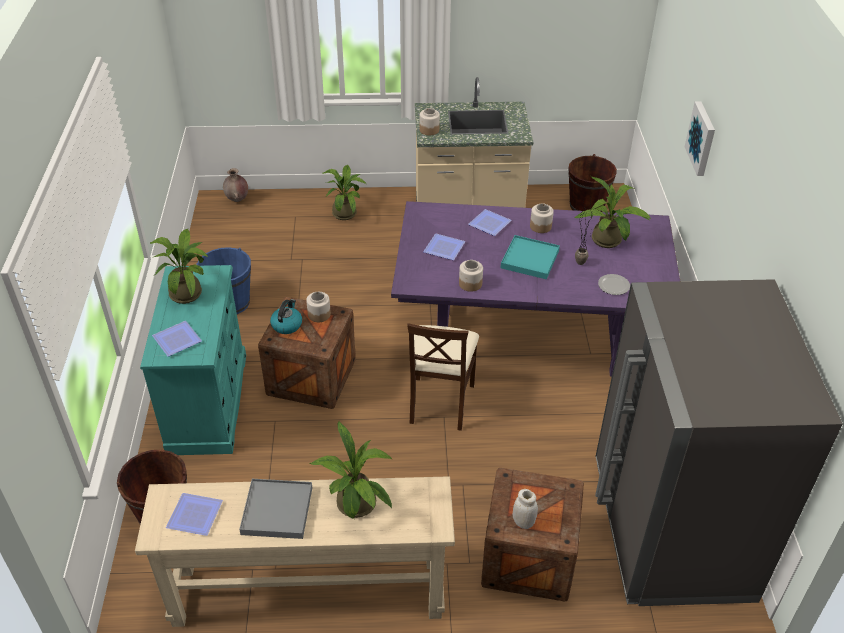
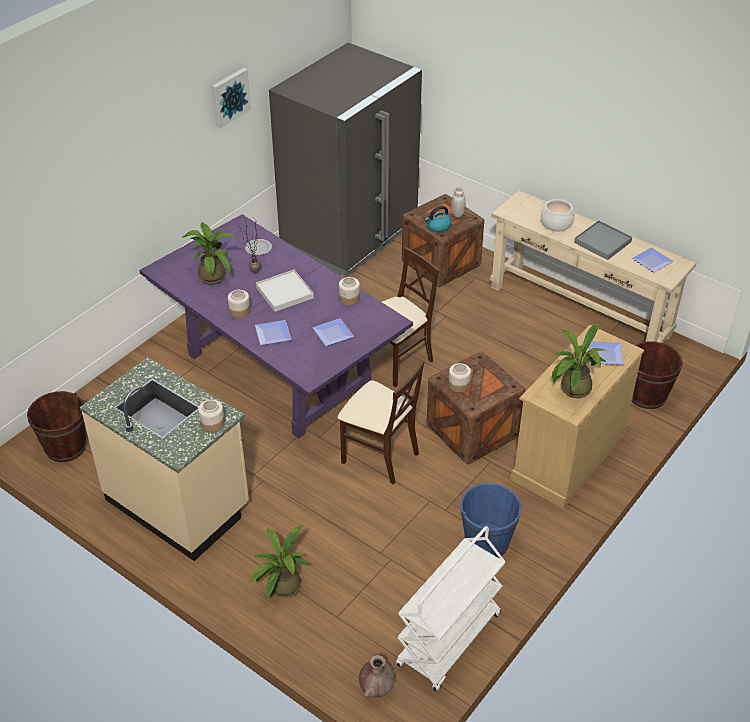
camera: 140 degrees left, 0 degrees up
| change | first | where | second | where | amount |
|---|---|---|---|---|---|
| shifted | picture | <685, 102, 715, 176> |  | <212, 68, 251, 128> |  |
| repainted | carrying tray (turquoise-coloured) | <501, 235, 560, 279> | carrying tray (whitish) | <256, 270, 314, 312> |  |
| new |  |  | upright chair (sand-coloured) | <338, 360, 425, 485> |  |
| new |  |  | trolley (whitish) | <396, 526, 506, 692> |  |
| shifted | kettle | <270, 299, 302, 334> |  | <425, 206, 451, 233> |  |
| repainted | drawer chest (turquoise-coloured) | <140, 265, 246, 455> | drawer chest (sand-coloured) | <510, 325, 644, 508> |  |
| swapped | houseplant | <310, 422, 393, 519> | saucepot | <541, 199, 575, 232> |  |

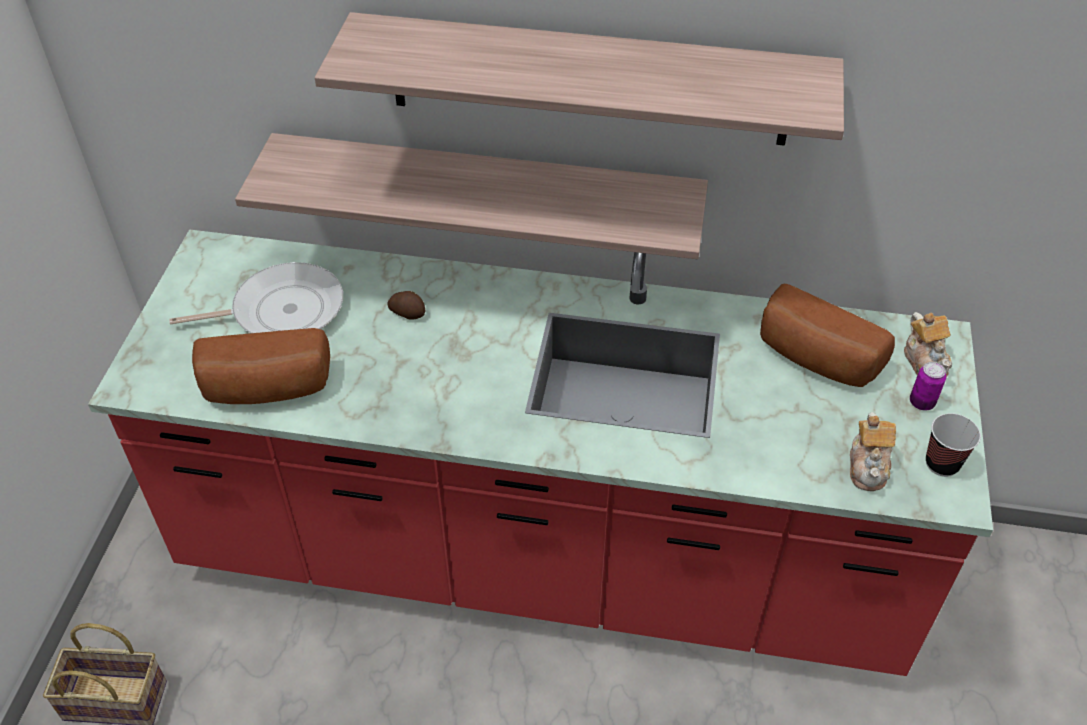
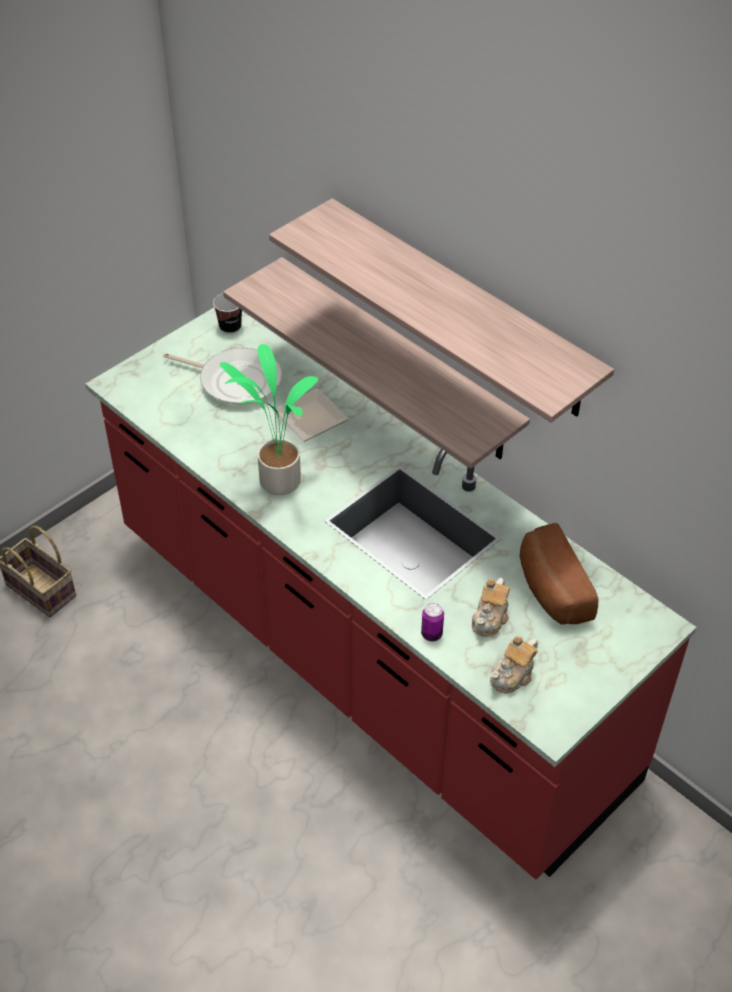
camera: 35 degrees right, 0 degrees up
| change | first | where | second | where | amount |
|---|---|---|---|---|---|
| shifted | drinking cup | <926, 413, 981, 477> |  | <213, 293, 242, 334> |  |
| new |  |  | houseplant | <220, 344, 318, 495> |  |
| swapped | spud | <387, 291, 425, 320> | flat dish | <273, 389, 349, 442> |  |
| shifted | can | <910, 362, 946, 411> |  | <421, 603, 444, 641> |  |
| shifted | teapot | <904, 312, 952, 378> |  | <472, 578, 510, 637> |  |
| gone | baked bread | <192, 328, 330, 404> |  |  |  |

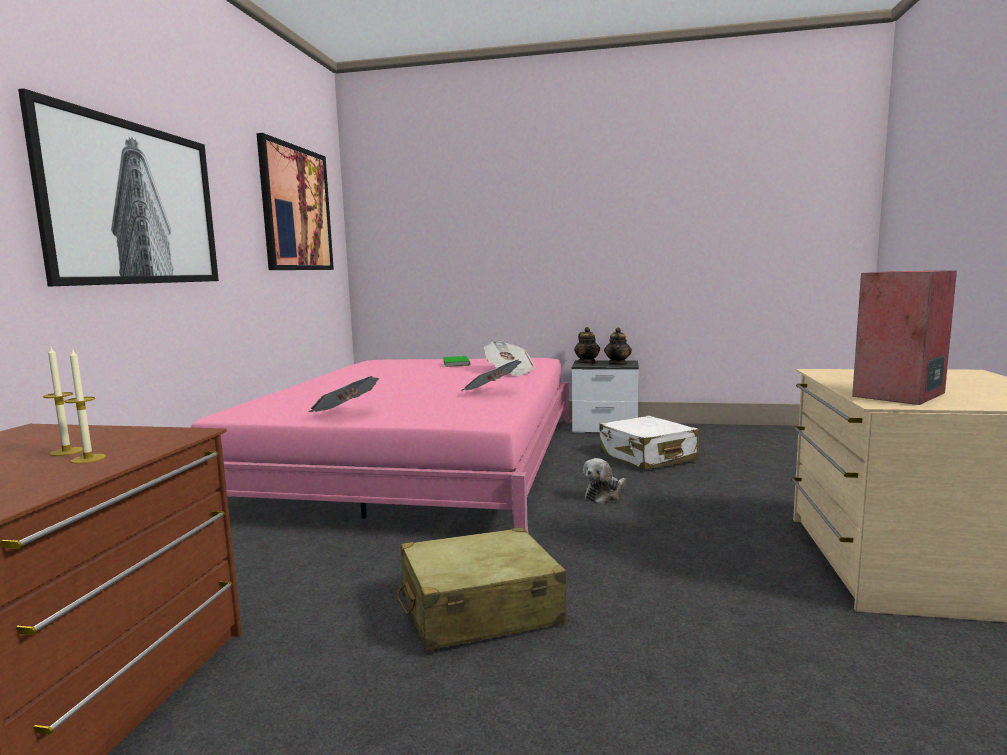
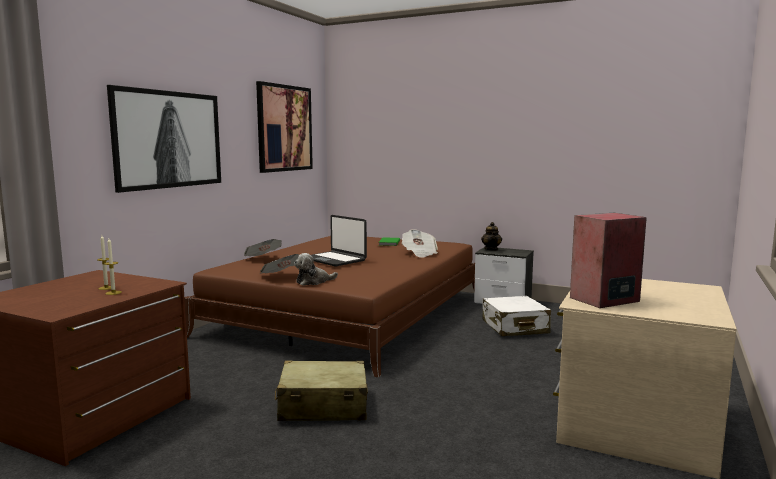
camera: 15 degrees right, 0 degrees up
| change | first | where | second | where | amount |
|---|---|---|---|---|---|
| repainted | bed (pink-coloured) | <191, 358, 571, 534> | bed (brownish) | <184, 236, 475, 378> |  |
| shifted | daily paper | <462, 359, 522, 391> |  | <244, 239, 282, 256> |  |
| shifted | soft toy | <583, 458, 626, 504> |  | <294, 253, 338, 286> |  |
| new |  |  | laptop | <311, 215, 367, 267> |  |
| gone | teapot | <604, 328, 632, 365> |  |  |  |

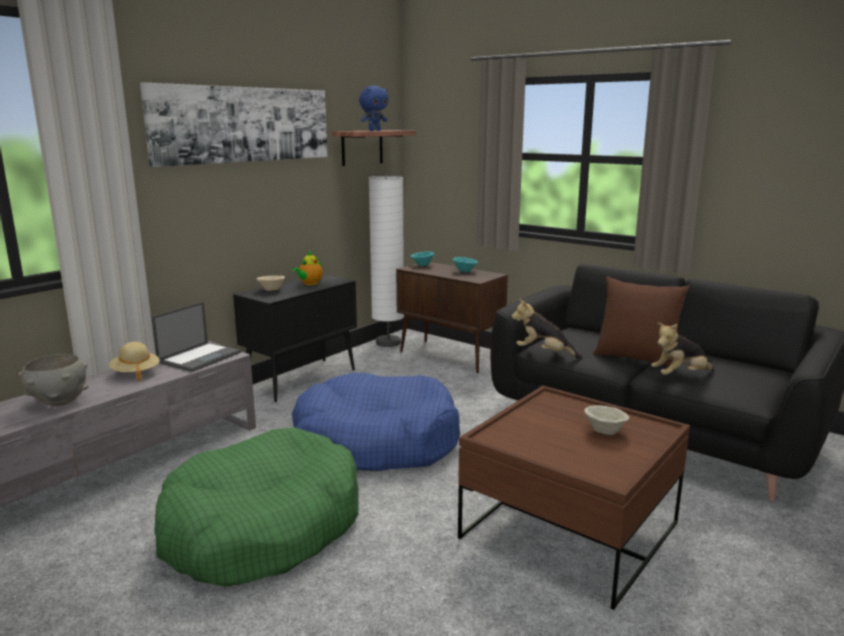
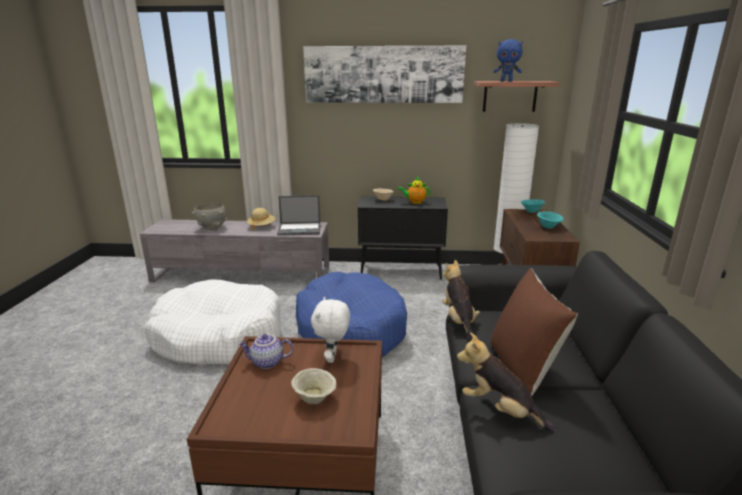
camera: 55 degrees right, 5 degrees up
| change | first | where | second | where | amount |
|---|---|---|---|---|---|
| repainted | dog bed (green-coloured) | <154, 427, 359, 586> | dog bed (whitish) | <145, 279, 281, 365> |  |
| new |  |  | teapot | <238, 334, 294, 369> |  |
| new |  |  | soft toy (whitish) | <311, 296, 350, 363> |  |

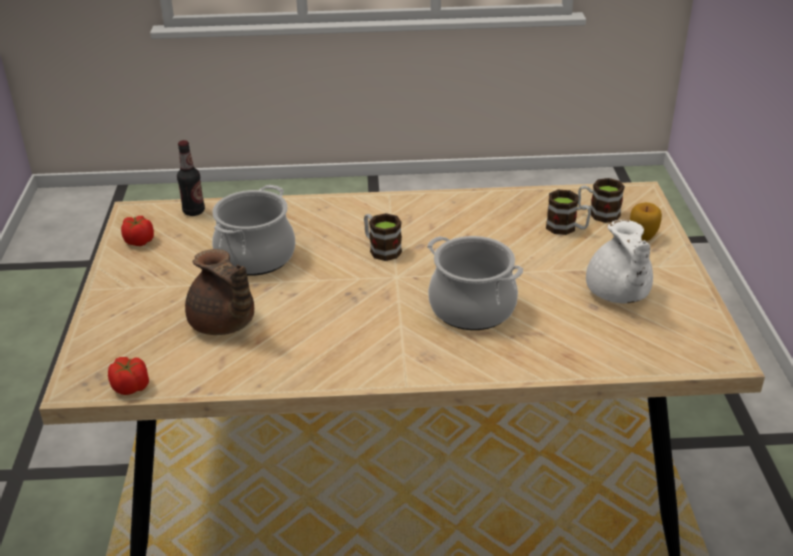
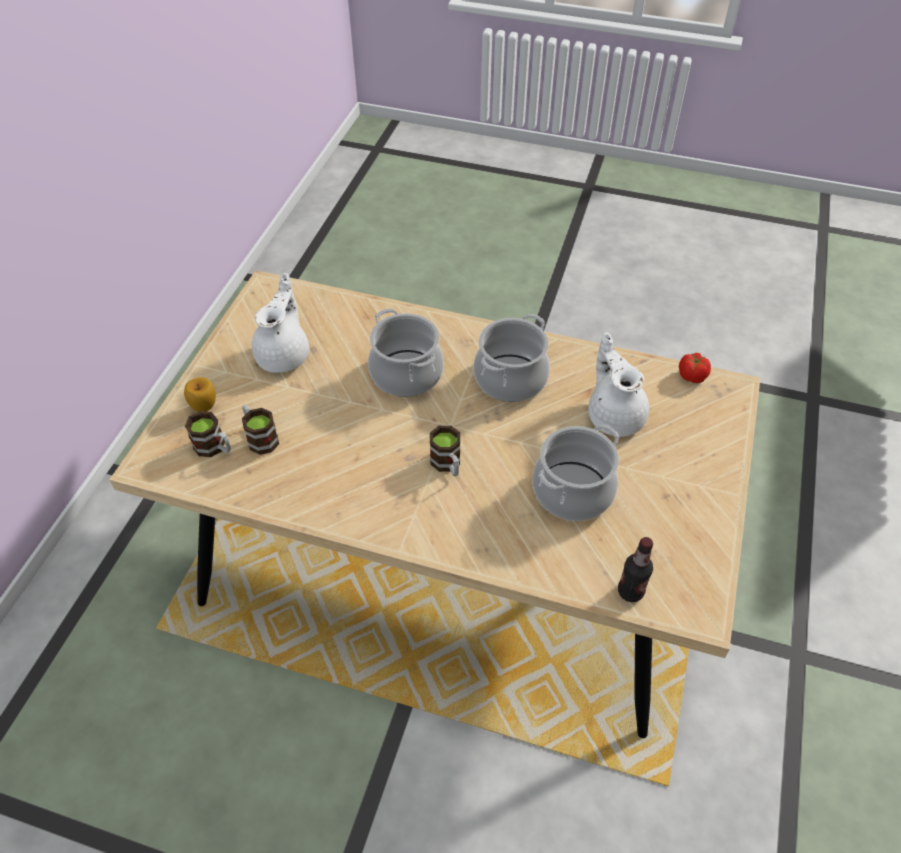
camera: 160 degrees left, 15 degrees up
| change | first | where | second | where | amount |
|---|---|---|---|---|---|
| new |  |  | saucepot | <473, 314, 550, 402> |  |
| repainted | teapot (brownish) | <185, 249, 254, 335> | teapot (whitish) | <588, 332, 649, 437> |  |
| gone | whole tomato | <121, 216, 154, 246> |  |  |  |

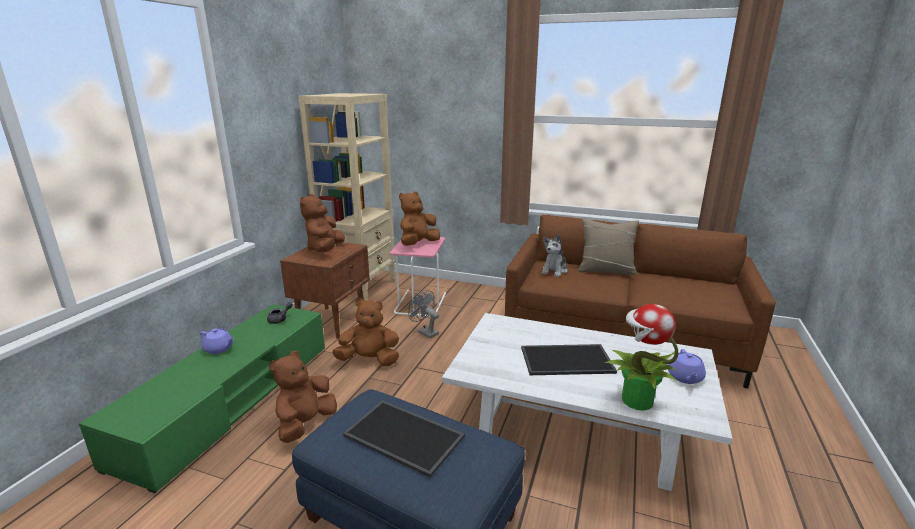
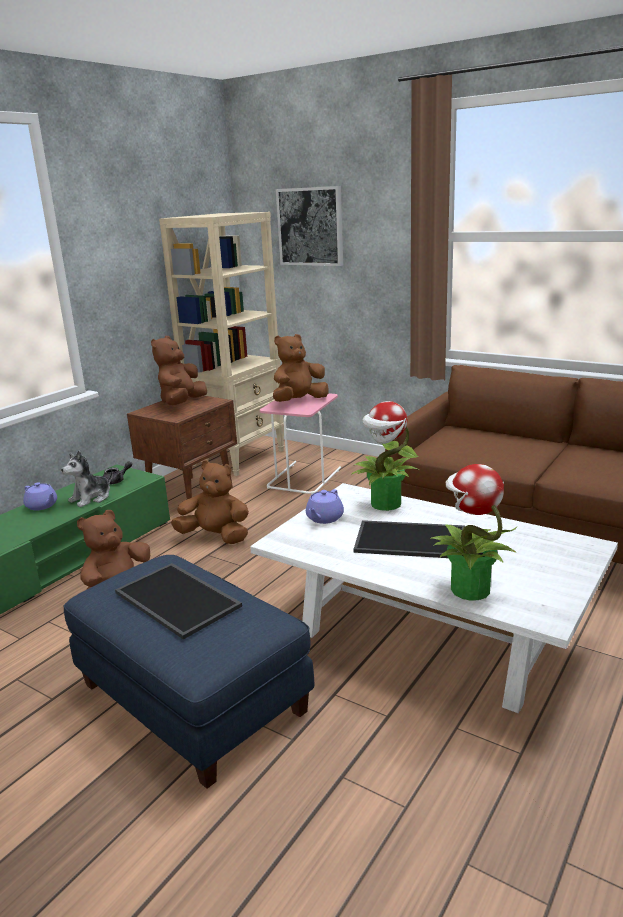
camera: 15 degrees right, 0 degrees up
| change | first | where | second | where | amount |
|---|---|---|---|---|---|
| shifted | soft toy | <542, 234, 568, 277> |  | <61, 450, 113, 507> |  |
| new |  |  | picture | <276, 186, 343, 266> |  |
| shifted | teapot (purplish) | <668, 349, 706, 384> |  | <306, 489, 344, 524> |  |
| new |  |  | houseplant | <351, 401, 419, 511> |  |
| gone | cooling fan (gray) | <408, 290, 439, 338> |  |  |  |
| gone | cushion (sand-coloured) | <578, 218, 639, 275> |  |  |  |

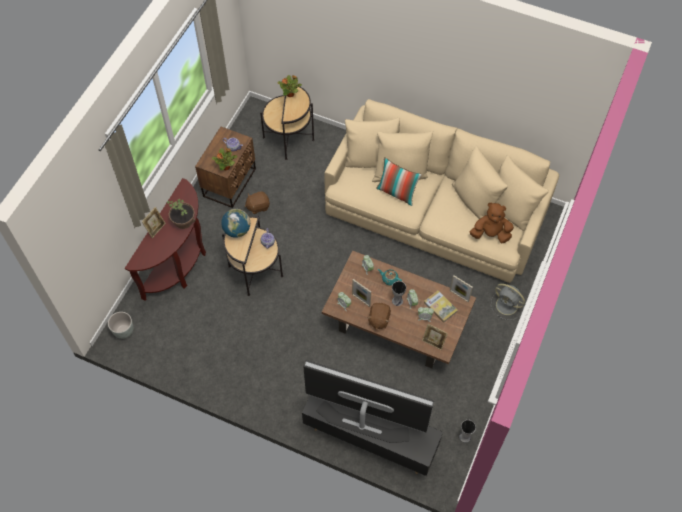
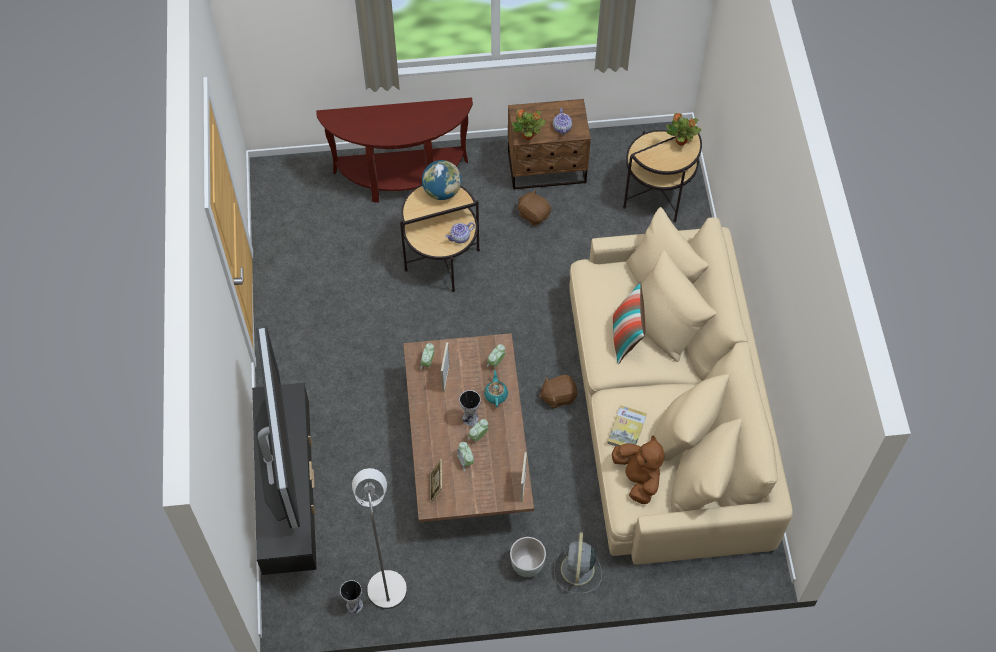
camera: 60 degrees right, 0 degrees up
| change | first | where | second | where | amount |
|---|---|---|---|---|---|
| new |  |  | standard lamp (gray) | <352, 468, 407, 609> |  |
| shifted | plant pot (gray) | <108, 312, 133, 339> |  | <510, 537, 546, 577> |  |
| shifted | soft toy (brownish) | <367, 303, 391, 330> |  | <539, 375, 578, 409> |  |
| shifted | book | <424, 291, 458, 323> |  | <607, 405, 647, 446> |  |
| gone | photo frame | <142, 207, 166, 238> |  |  |  |
| gone | houseplant | <167, 198, 195, 229> |  |  |  |

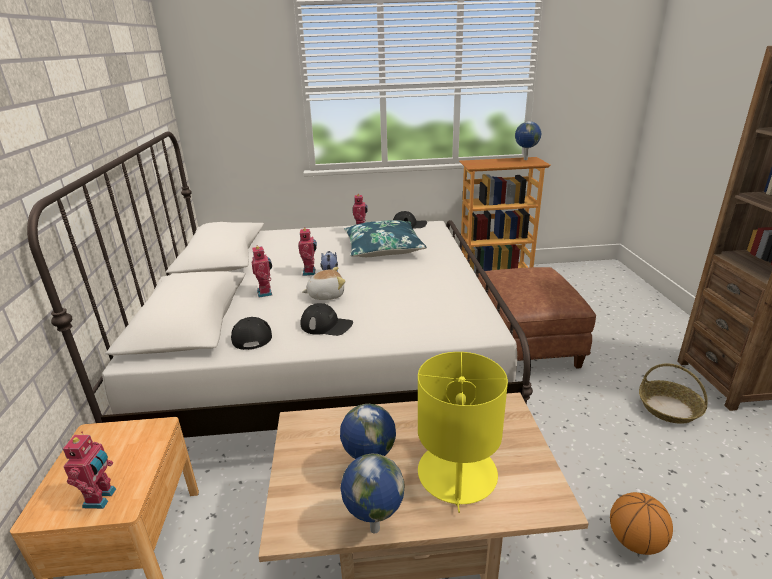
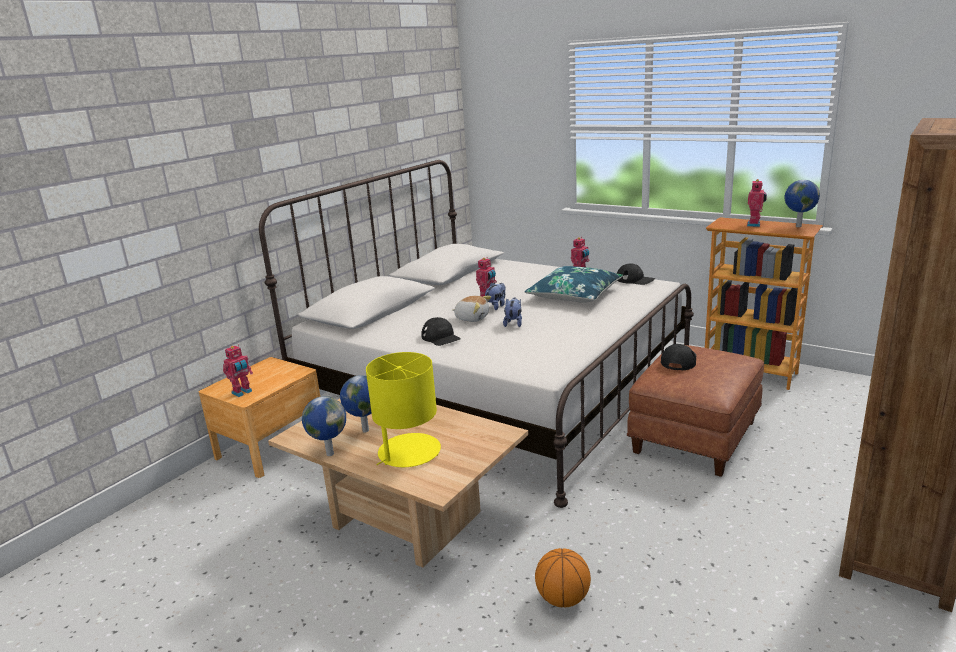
camera: 40 degrees right, 5 degrees down
| change | first | where | second | where | amount |
|---|---|---|---|---|---|
| new |  |  | soft toy | <503, 297, 522, 327> |  |
| shifted | peaked cap (blackish) | <231, 317, 272, 350> |  | <661, 344, 697, 370> |  |
| shifted | toy robot | <252, 246, 272, 298> |  | <747, 179, 767, 227> |  |
| gone | household basket | <639, 363, 708, 424> |  |  |  |

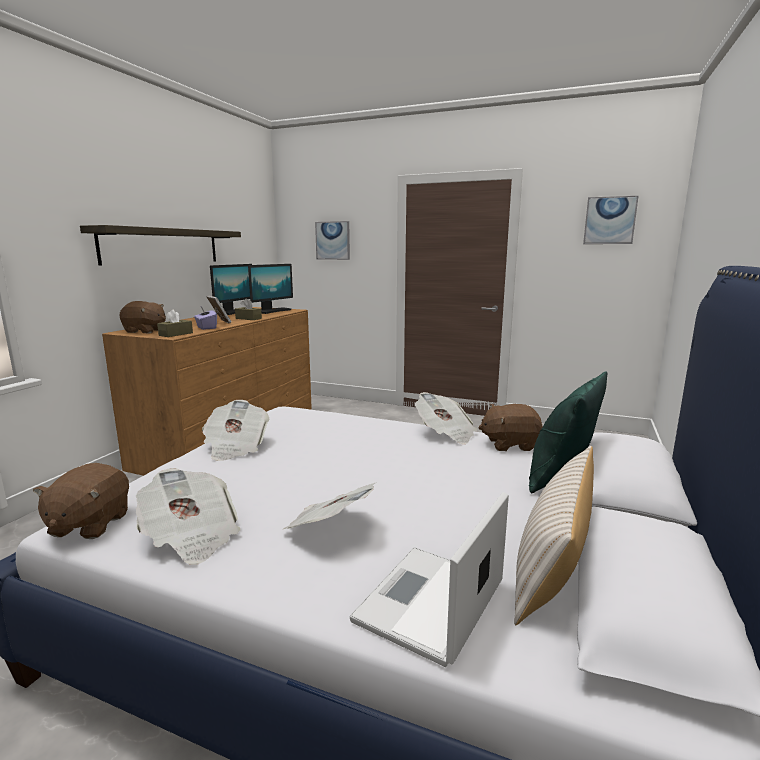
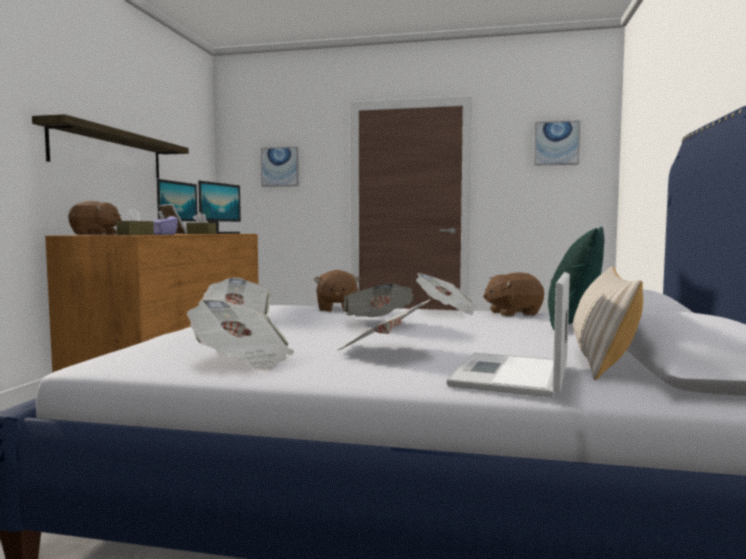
camera: 10 degrees left, 10 degrees down
| change | first | where | second | where | amount |
|---|---|---|---|---|---|
| shifted | soft toy (brownish) | <33, 463, 129, 539> |  | <314, 270, 361, 312> |  |
| new |  |  | daily paper | <344, 283, 414, 317> |  |

